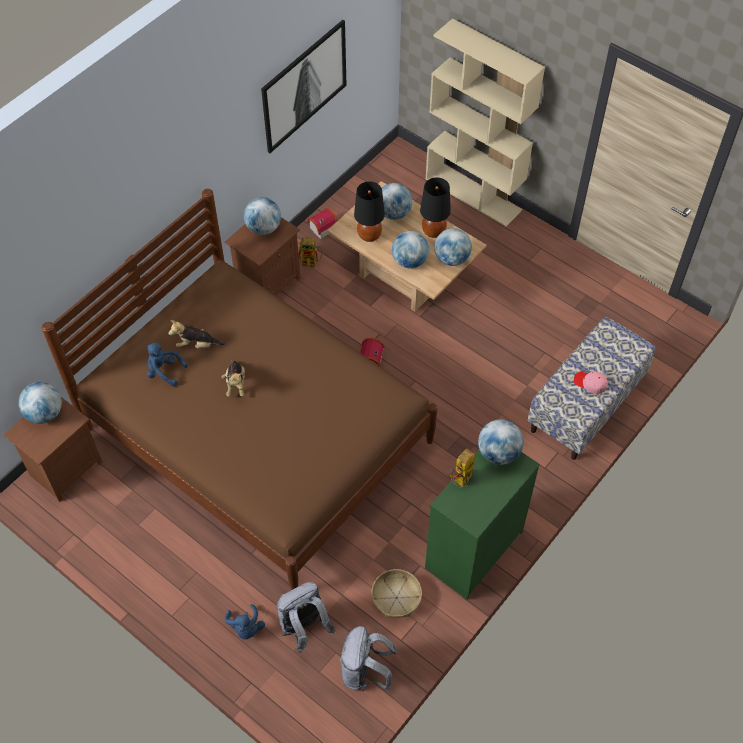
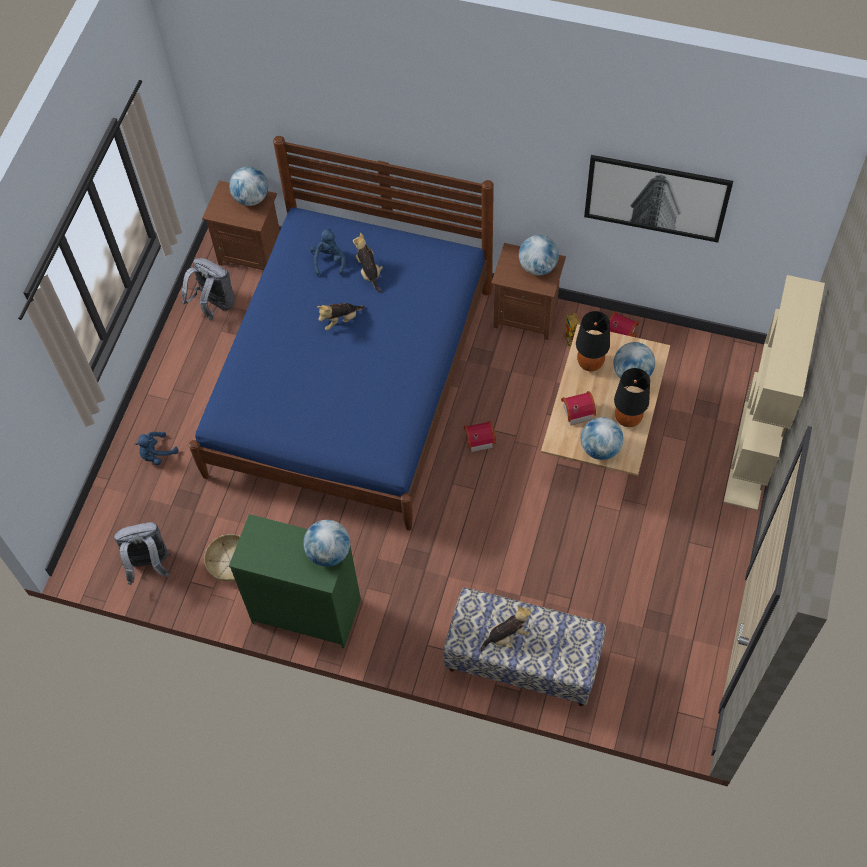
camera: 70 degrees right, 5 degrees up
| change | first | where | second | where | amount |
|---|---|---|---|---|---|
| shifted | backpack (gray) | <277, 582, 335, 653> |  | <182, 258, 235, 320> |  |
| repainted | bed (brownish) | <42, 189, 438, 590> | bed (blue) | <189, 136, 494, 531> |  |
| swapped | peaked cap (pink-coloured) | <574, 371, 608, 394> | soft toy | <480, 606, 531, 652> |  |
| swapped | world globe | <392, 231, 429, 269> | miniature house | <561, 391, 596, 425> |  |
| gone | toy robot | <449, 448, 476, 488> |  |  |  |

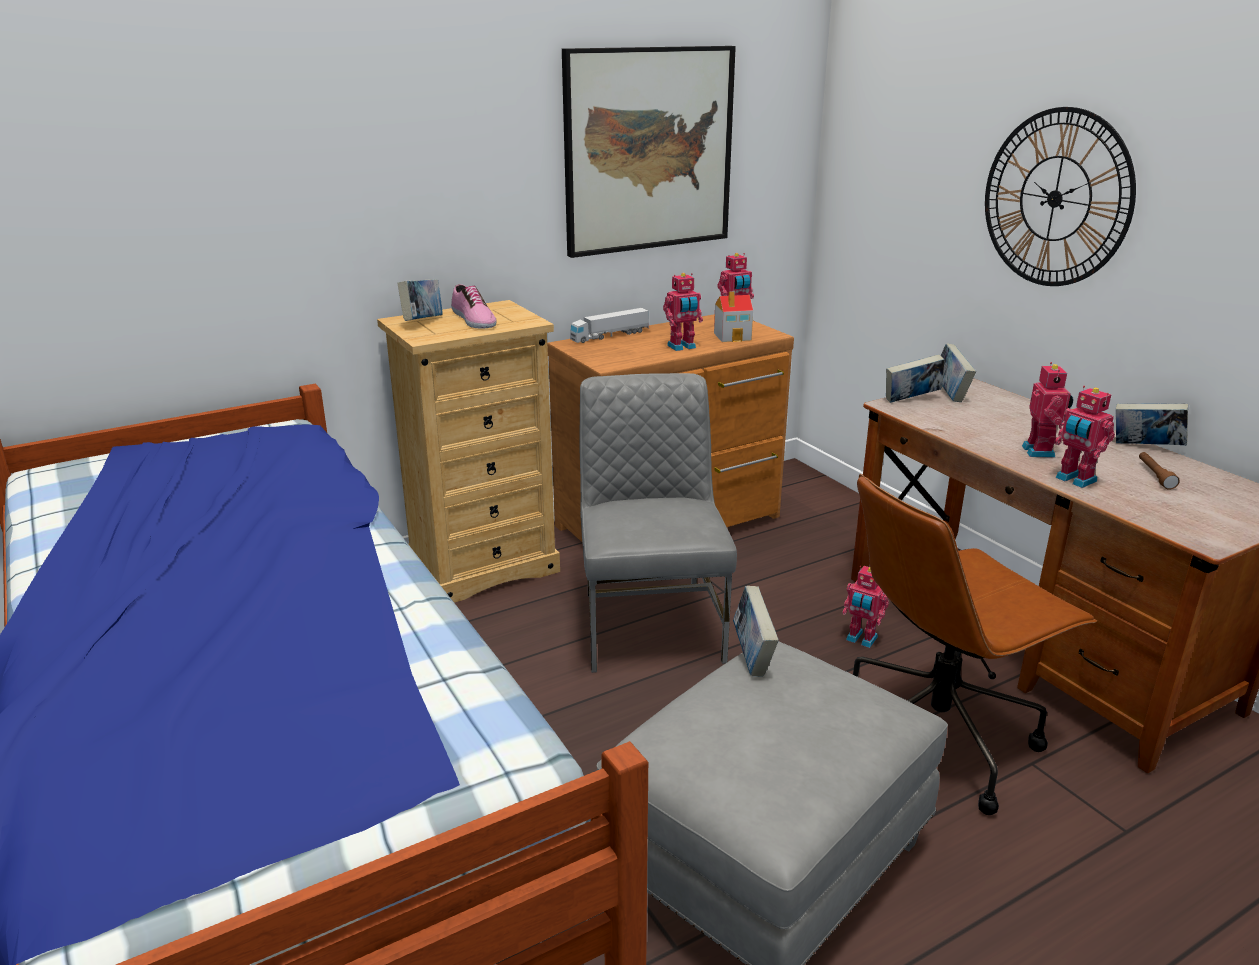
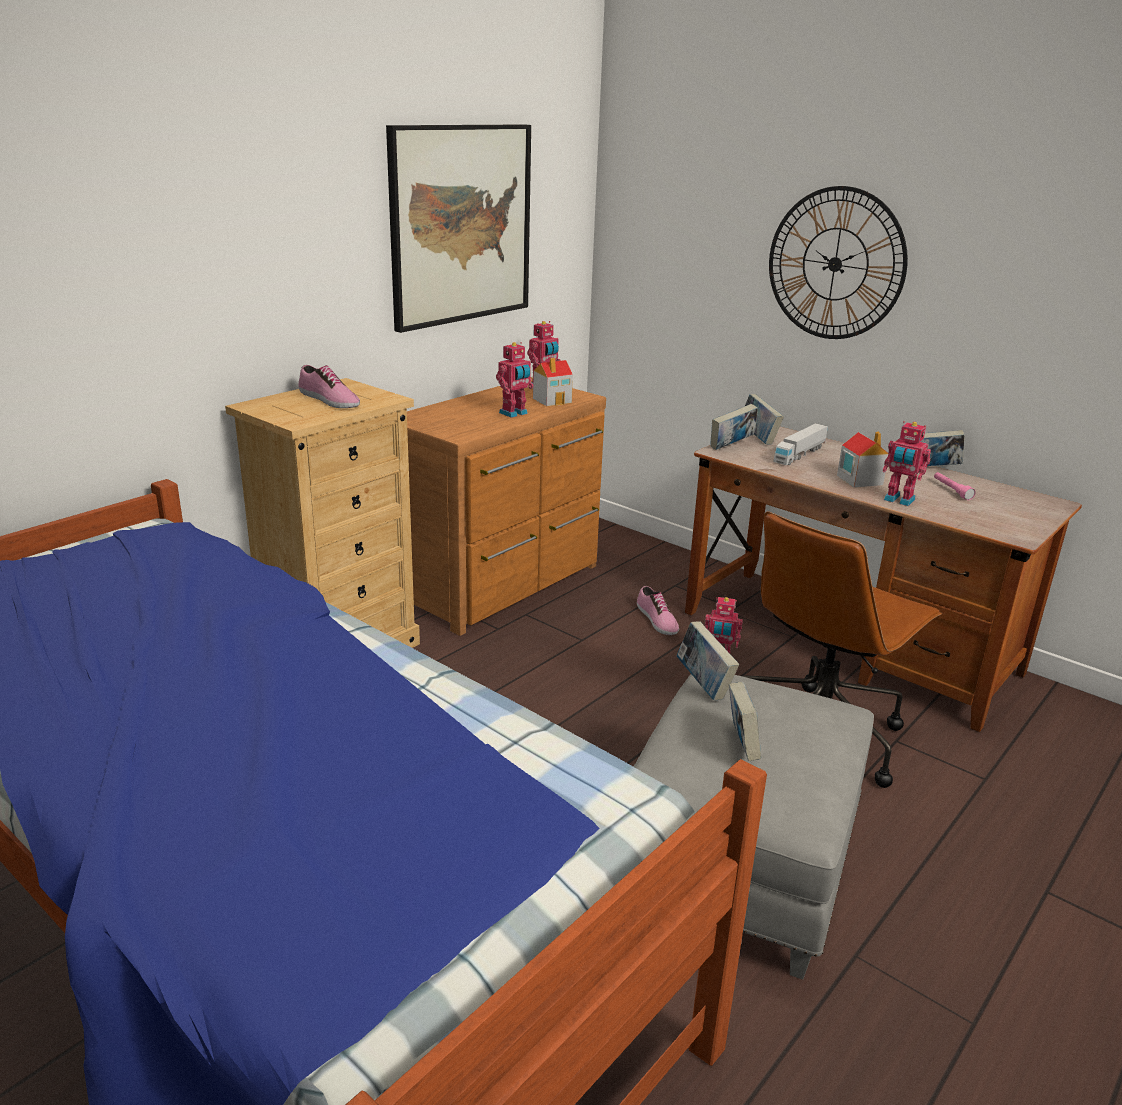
camera: 20 degrees left, 0 degrees up
| change | first | where | second | where | amount |
|---|---|---|---|---|---|
| new |  |  | low shoe | <637, 586, 679, 635> |  |
| shifted | book | <397, 279, 443, 321> |  | <729, 682, 761, 761> |  |
| shifted | toy lorry | <570, 308, 649, 343> |  | <774, 423, 828, 465> |  |
| swapped | toy robot | <1022, 362, 1073, 458> | miniature house | <837, 431, 888, 487> |  |
| repainted | torch (brownish) | <1139, 452, 1180, 490> | torch (pink-coloured) | <934, 472, 976, 500> |  |
| gone | upright chair (gray) | <579, 373, 737, 673> |  |  |  |

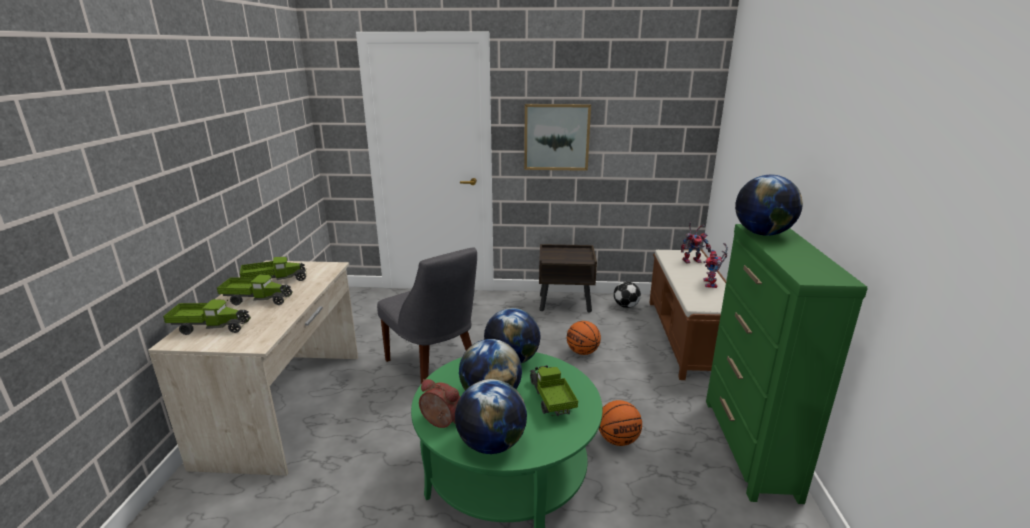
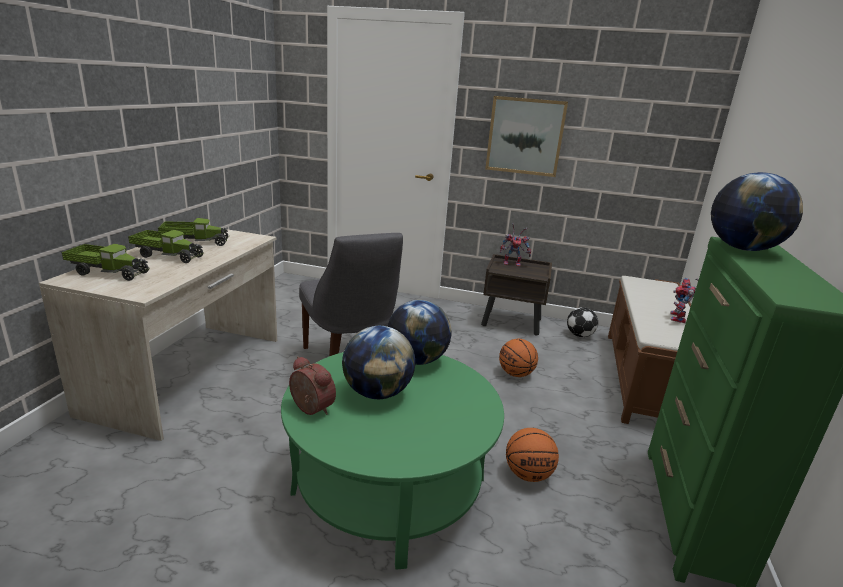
camera: 10 degrees right, 0 degrees up
| change | first | where | second | where | amount |
|---|---|---|---|---|---|
| shifted | toy robot | <681, 222, 711, 263> |  | <500, 223, 531, 266> |  |
| gone | world globe | <455, 379, 527, 454> |  |  |  |
| gone | toy lorry | <530, 365, 578, 416> |  |  |  |

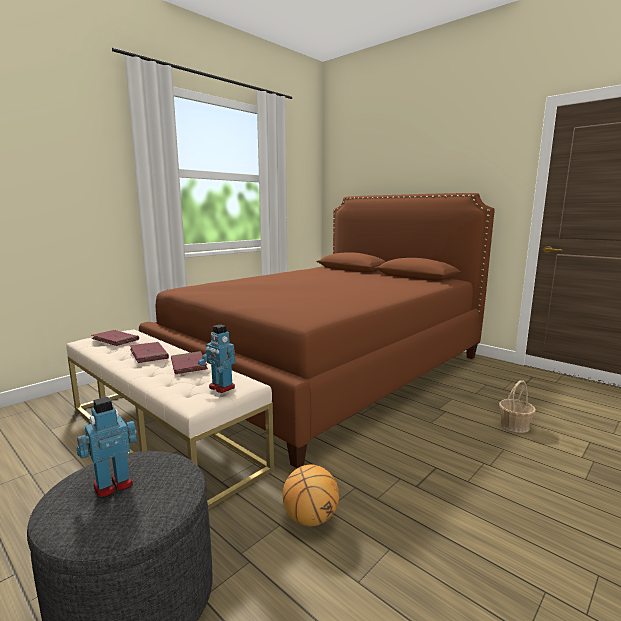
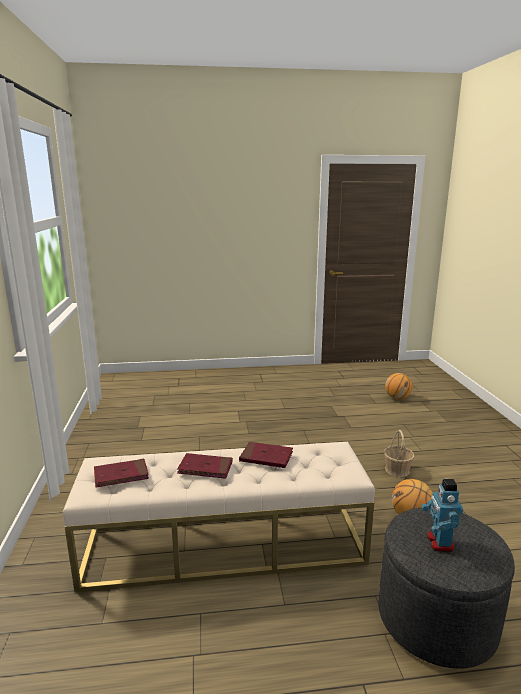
camera: 50 degrees left, 5 degrees up
| change | first | where | second | where | amount |
|---|---|---|---|---|---|
| shifted | household basket | <499, 380, 536, 433> |  | <384, 430, 415, 477> |  |
| new |  |  | basketball | <385, 373, 413, 399> |  |
| gone | bed (brownish) | <139, 193, 495, 468> |  |  |  |
| gone | toy robot | <198, 324, 235, 393> |  |  |  |

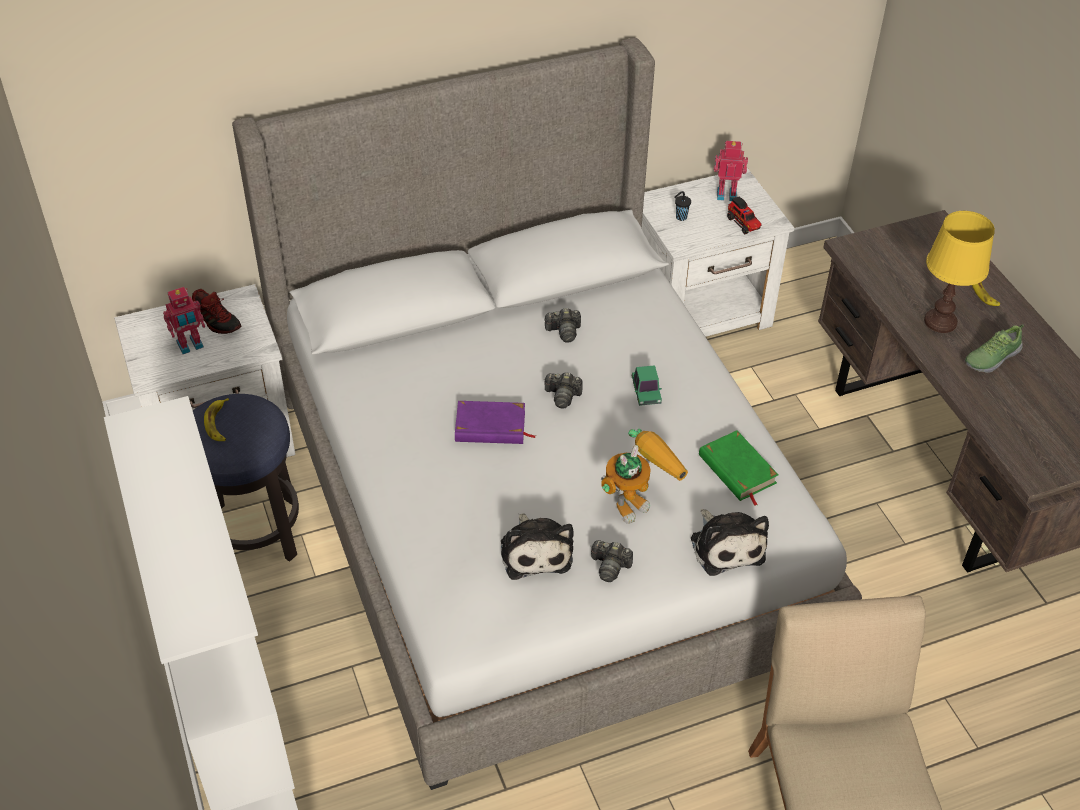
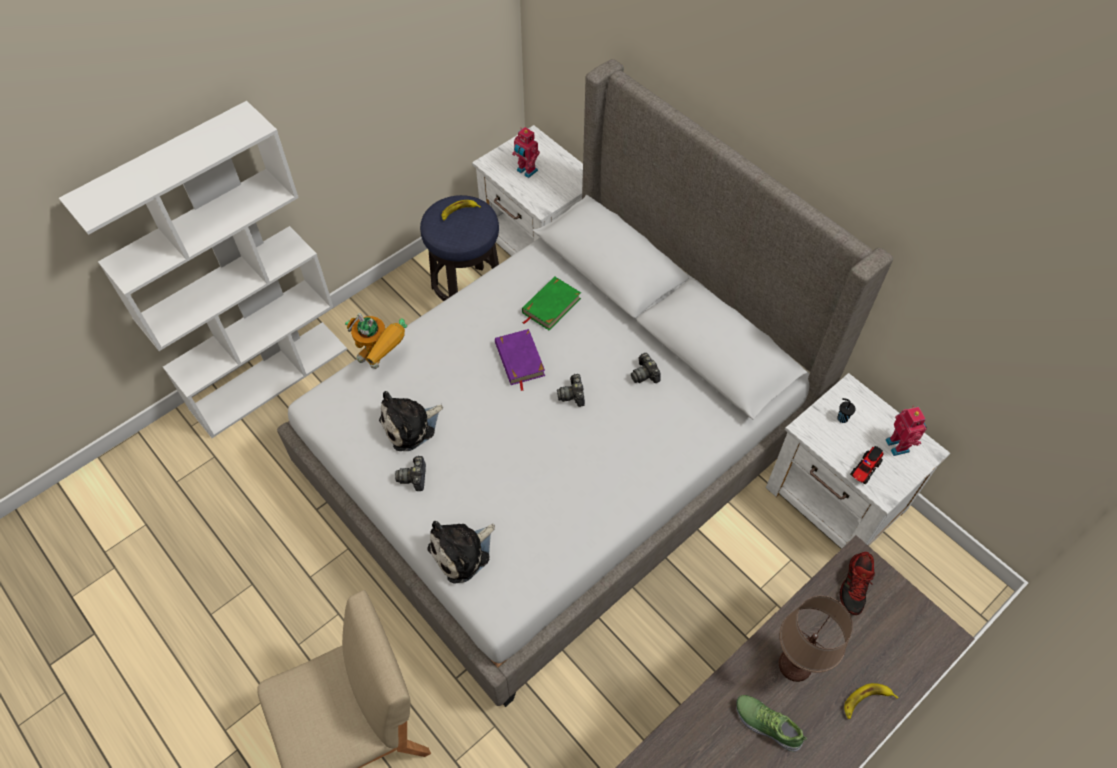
camera: 70 degrees right, 10 degrees up
| change | first | where | second | where | amount |
|---|---|---|---|---|---|
| shifted | toy robot | <601, 429, 688, 524> |  | <345, 313, 407, 369> |  |
| shifted | book (green-coloured) | <699, 430, 778, 505> |  | <522, 276, 581, 330> |  |
| repainted | table lamp (yellow-coloured) | <924, 211, 995, 333> | table lamp (brownish) | <779, 596, 853, 682> |  |
| shifted | low shoe | <192, 289, 241, 334> |  | <840, 552, 875, 615> |  |
| gone | toy car | <632, 365, 662, 406> |  |  |  |

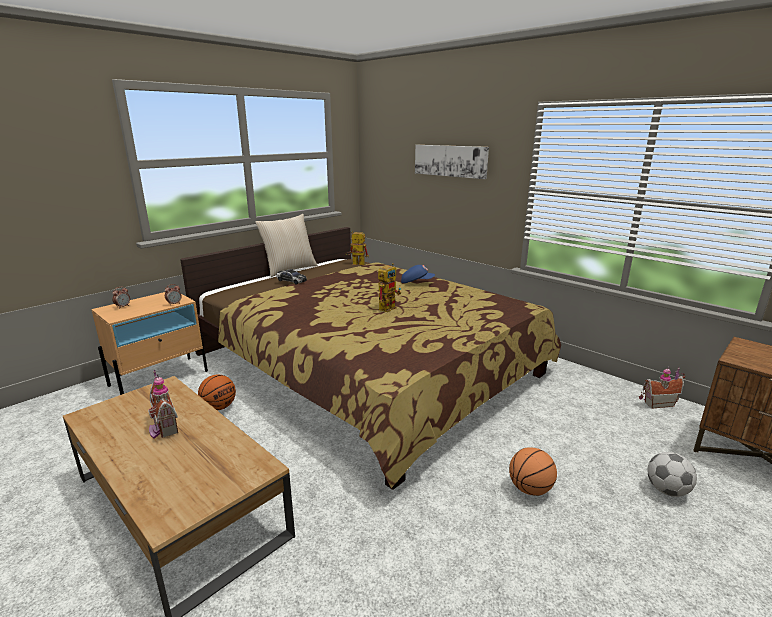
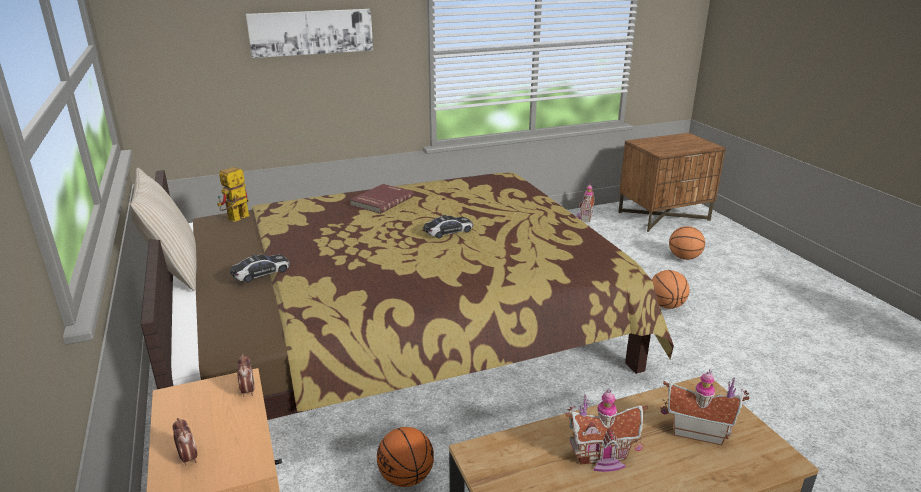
camera: 65 degrees left, 5 degrees up
| change | first | where | second | where | amount |
|---|---|---|---|---|---|
| swapped | peaked cap (blue) | <401, 265, 435, 283> | book (reddish) | <350, 184, 414, 214> |  |
| swapped | toy robot | <378, 263, 401, 312> | toy car | <423, 215, 473, 238> |  |
| new |  |  | miniature house | <661, 370, 749, 445> |  |
| swapped | football ball | <647, 452, 697, 497> | basketball | <669, 226, 705, 260> |  |

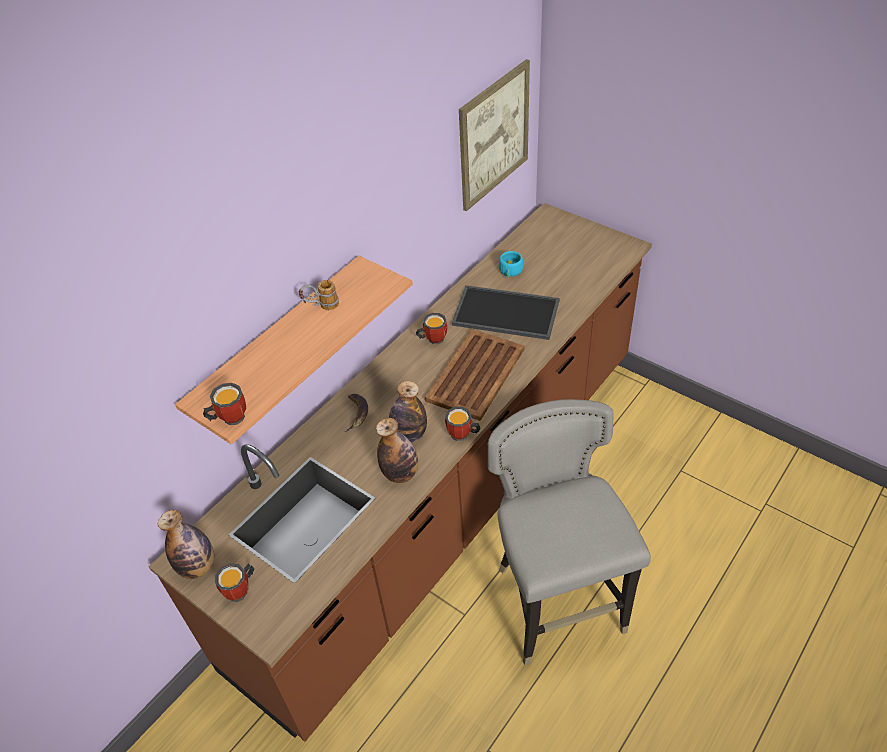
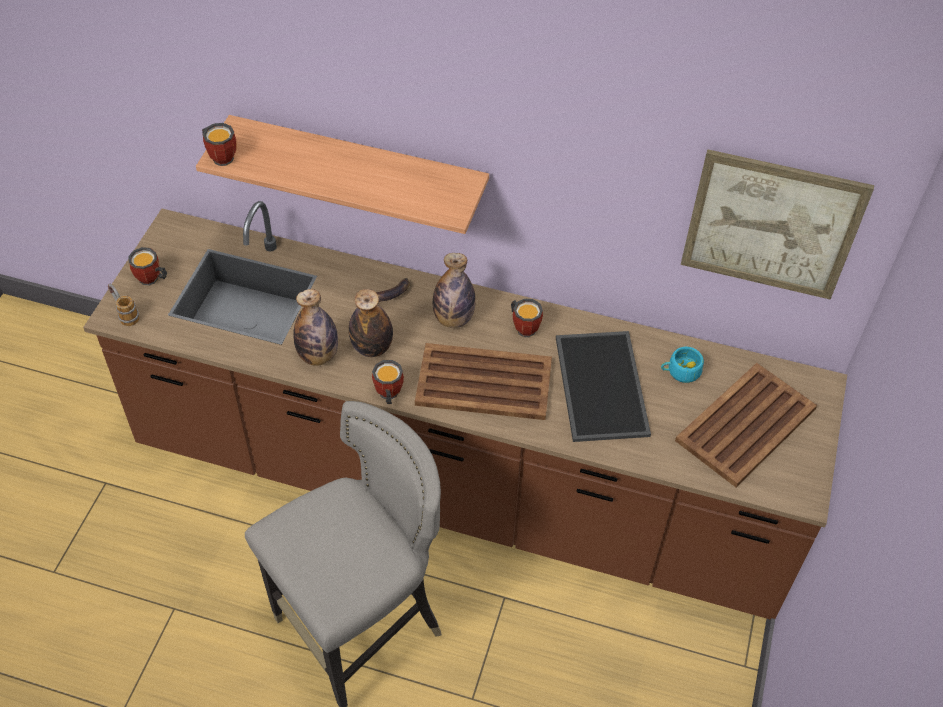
camera: 65 degrees right, 5 degrees up
| change | first | where | second | where | amount |
|---|---|---|---|---|---|
| shifted | mug | <299, 280, 339, 310> |  | <108, 284, 139, 326> |  |
| shifted | bottle | <158, 510, 214, 579> |  | <433, 253, 476, 328> |  |
| new |  |  | carrying tray (brownish) | <675, 363, 817, 487> |  |

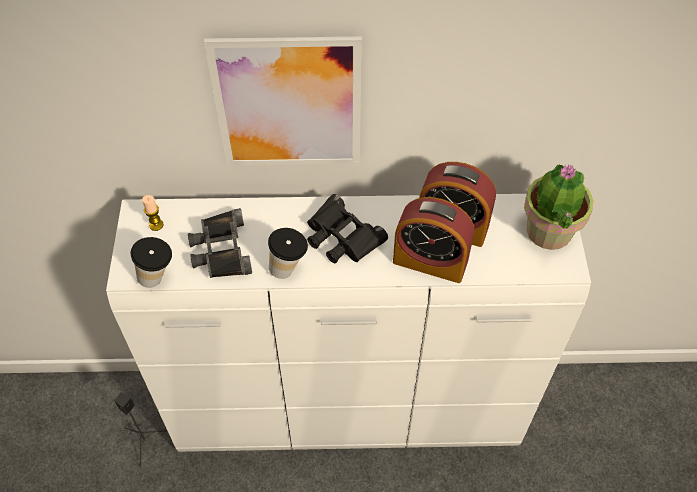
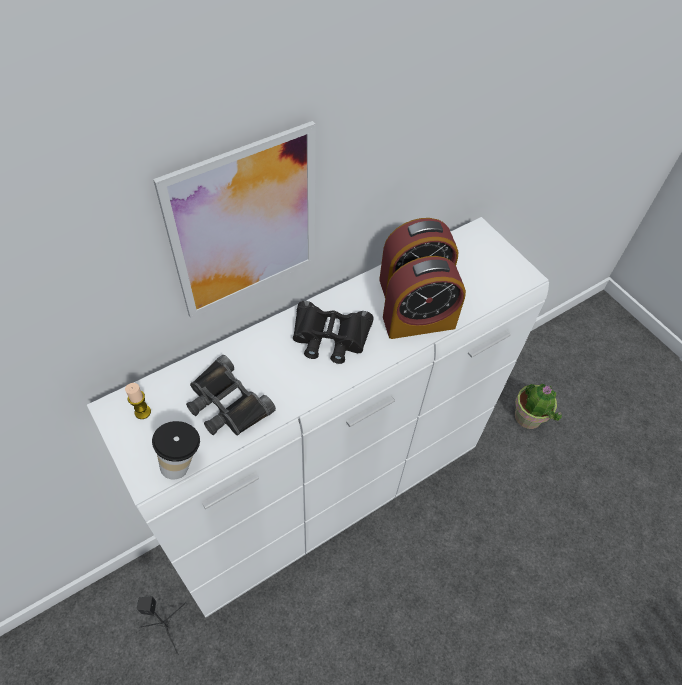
camera: 35 degrees left, 0 degrees up
| change | first | where | second | where | amount |
|---|---|---|---|---|---|
| shifted | houseplant | <524, 164, 594, 250> |  | <515, 384, 562, 429> |  |
| gone | drinking cup | <268, 228, 308, 279> |  |  |  |

